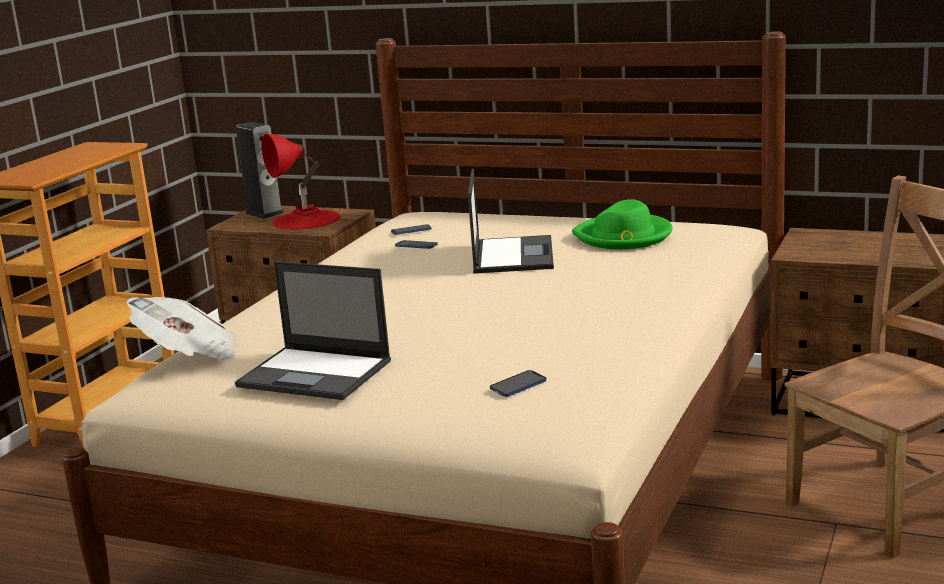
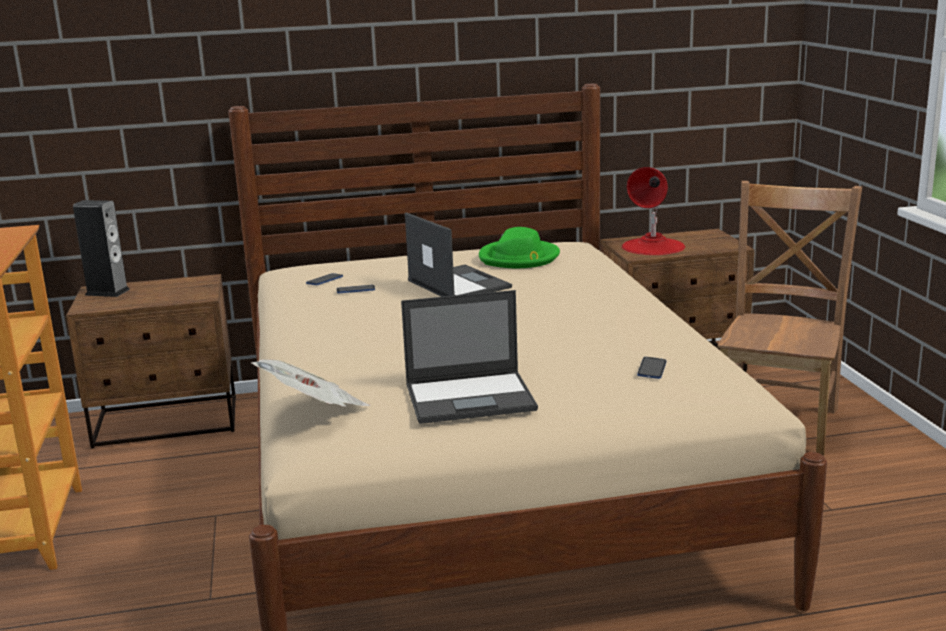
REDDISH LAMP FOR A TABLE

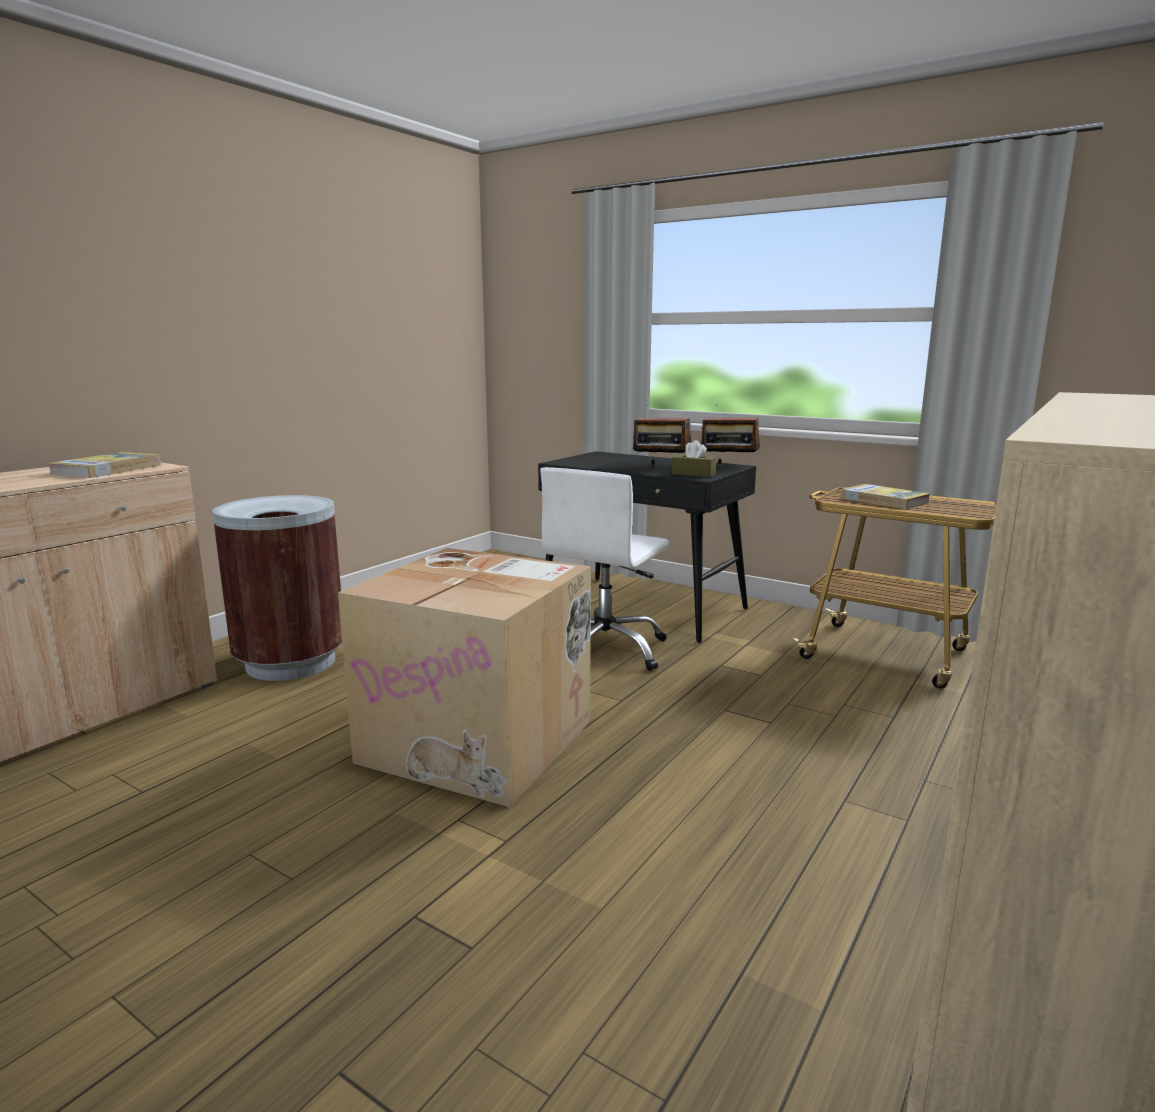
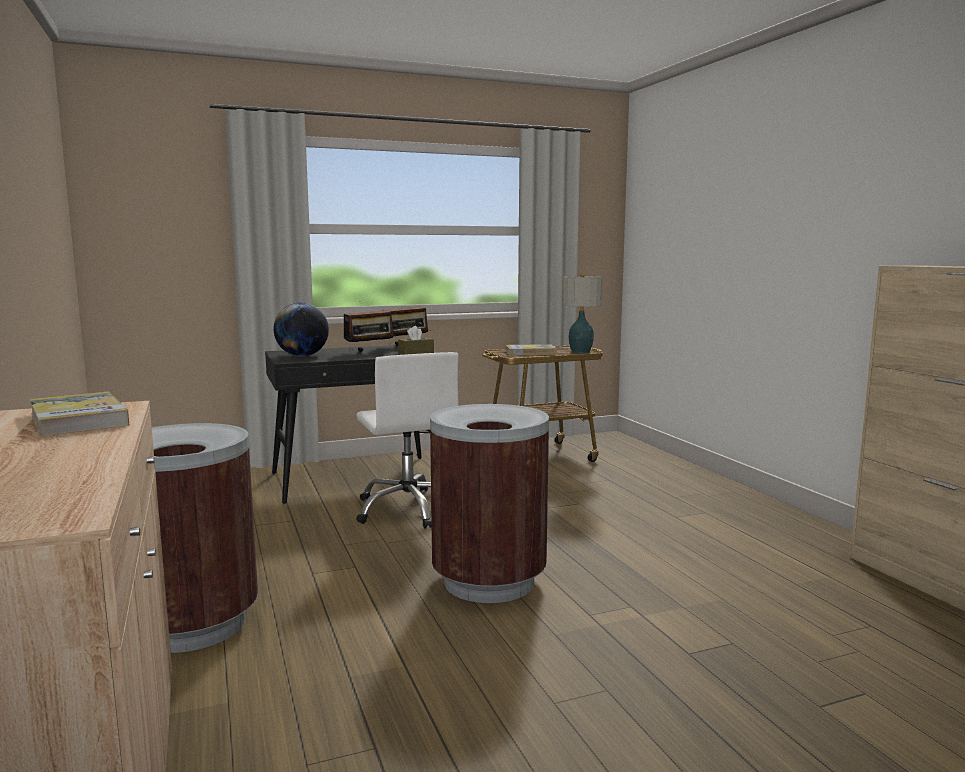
GLOBE
LAMP FOR A TABLE
BROWNISH TRASH CAN (no. 2 from left)

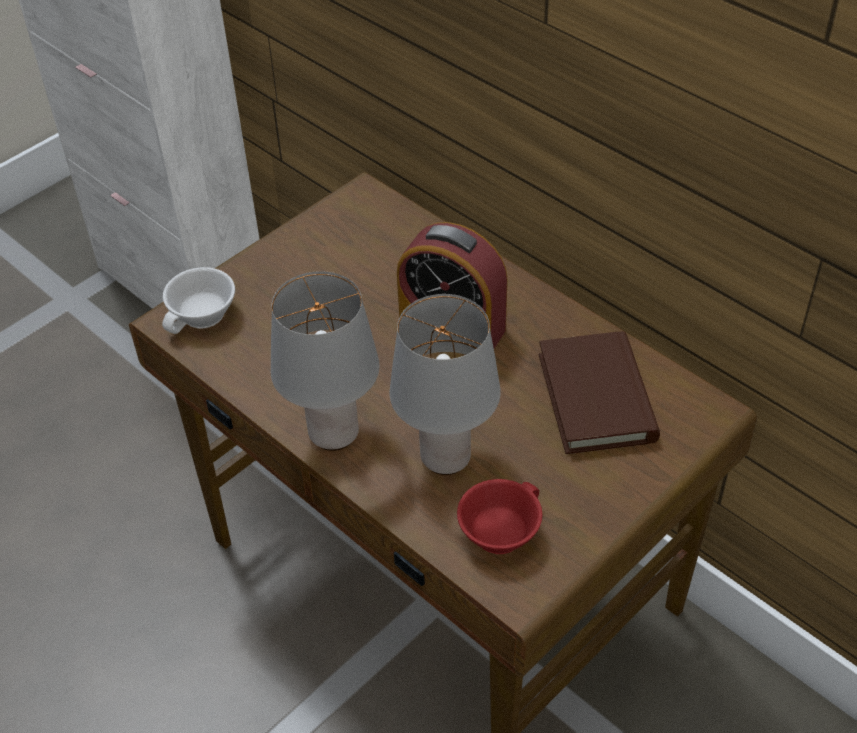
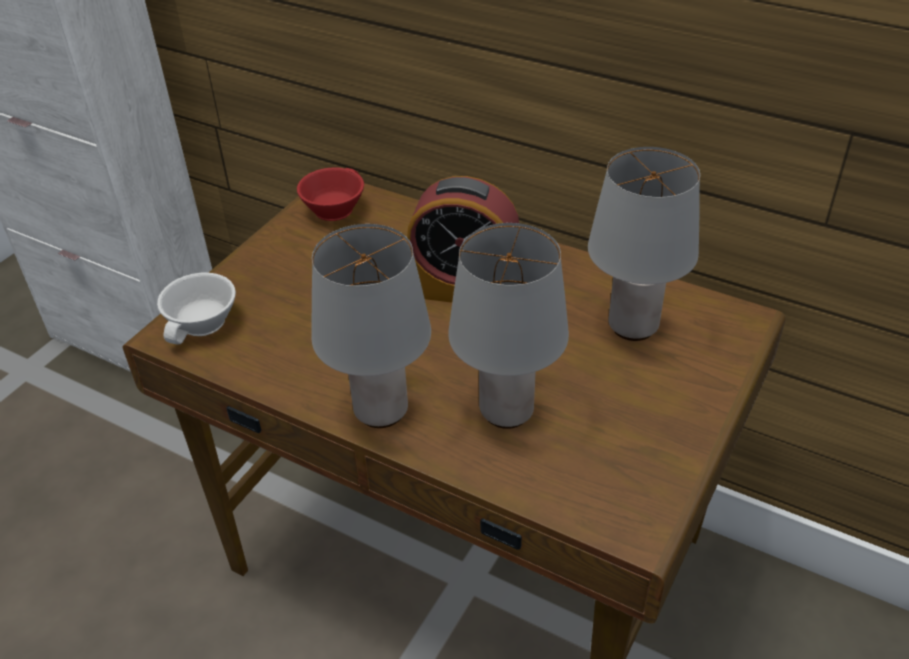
REDDISH CUP
GREYISH LAMP FOR A TABLE (no. 3 from left)

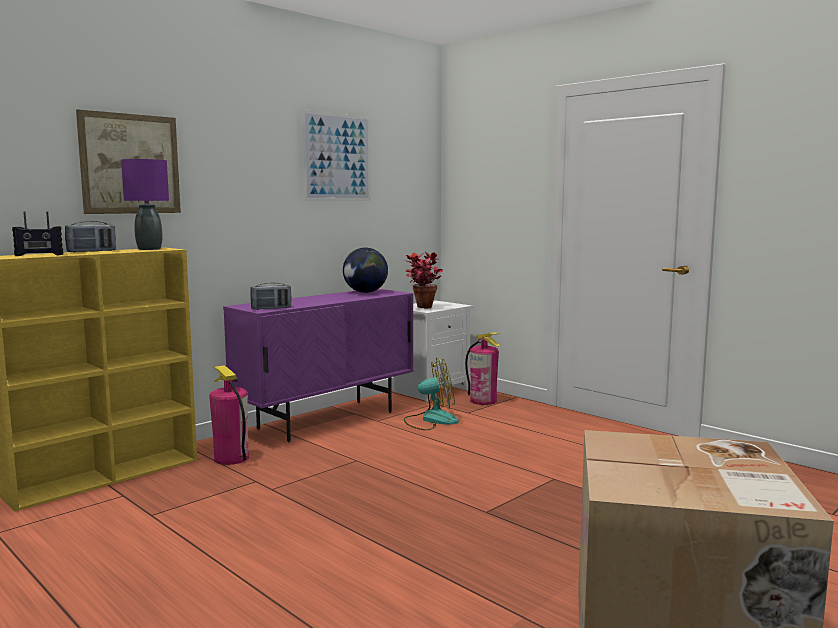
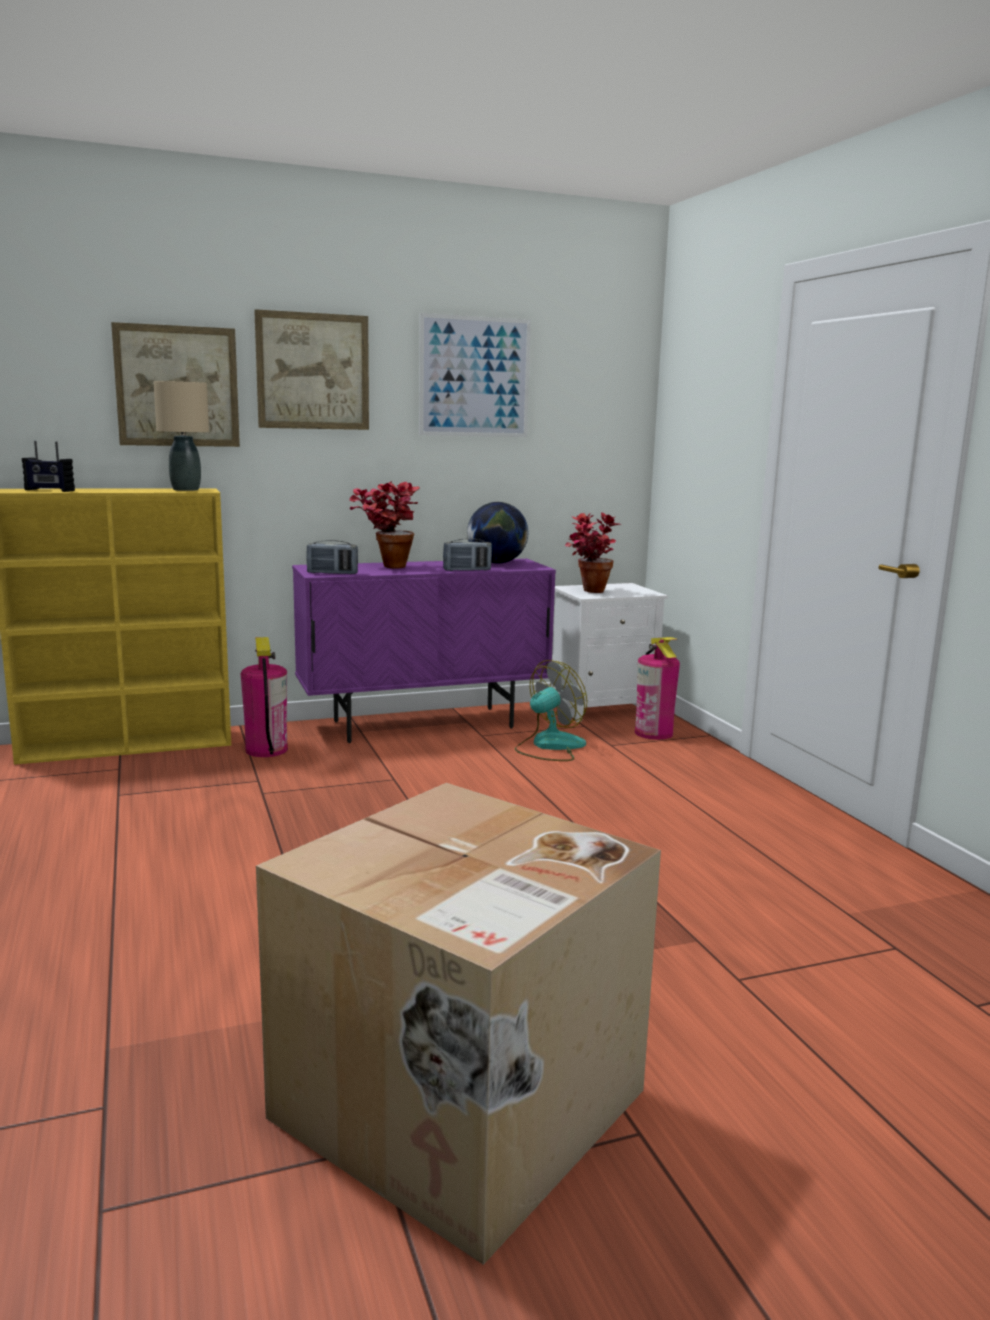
WALL PICTURE (no. 2 from left)
HOUSEPLANT (no. 1 from left)
RADIO SET (no. 3 from left)
SAND-COLOURED LAMP FOR A TABLE
ELECTRIC FAN

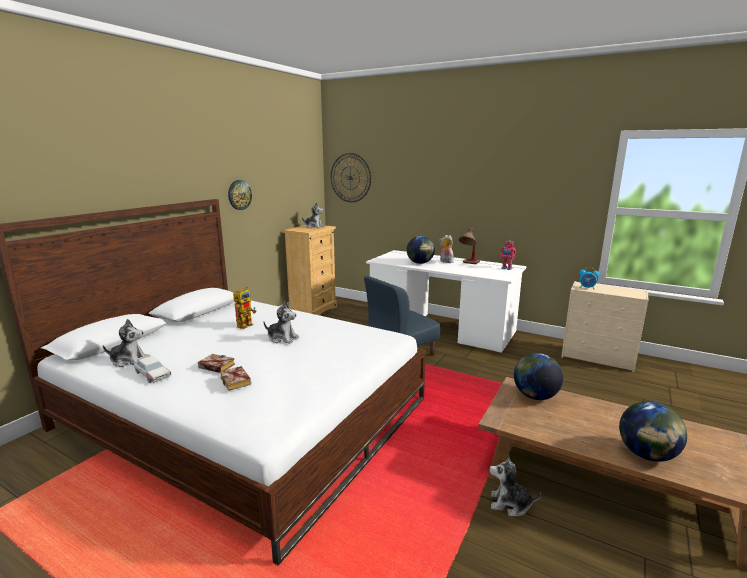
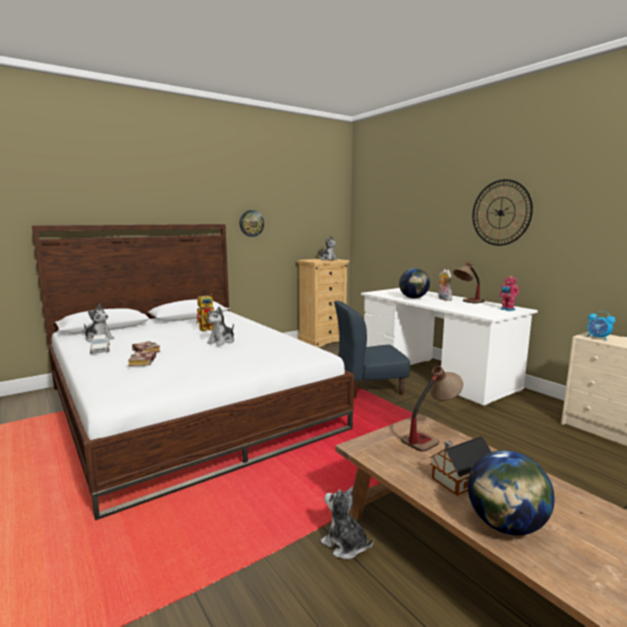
TOY HOUSE
WALL CLOCK (no. 2 from left)
LAMP FOR A TABLE (no. 1 from left)
CUDDLY TOY (no. 2 from left)

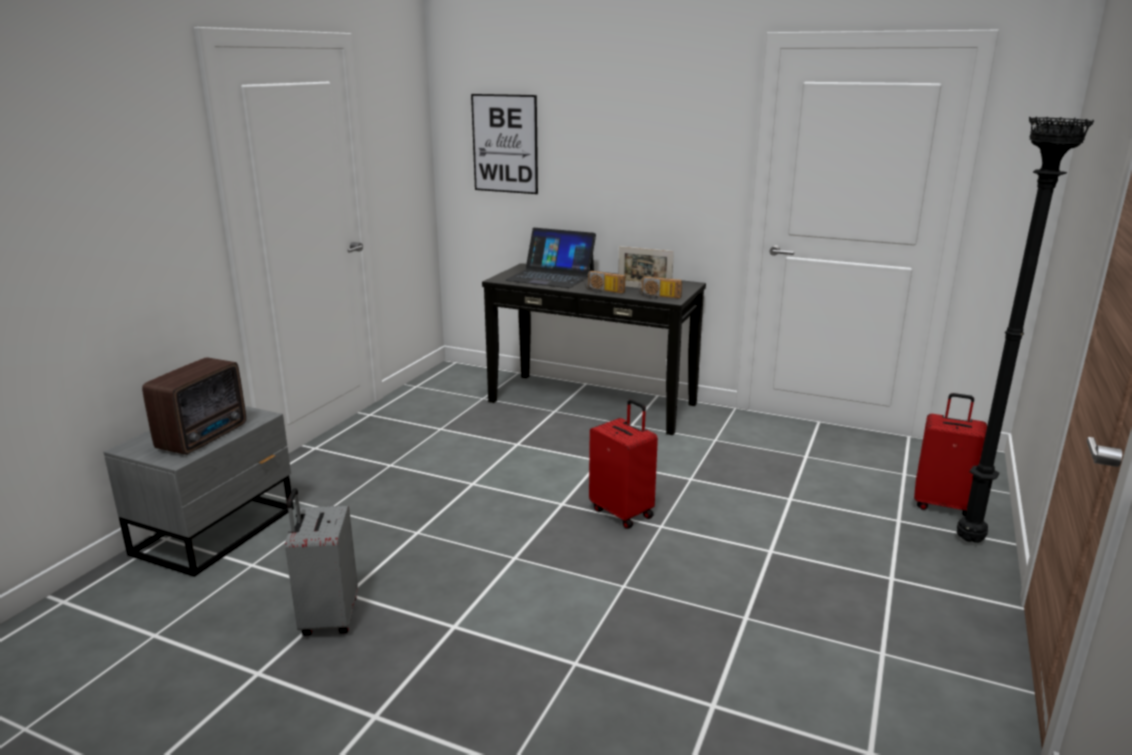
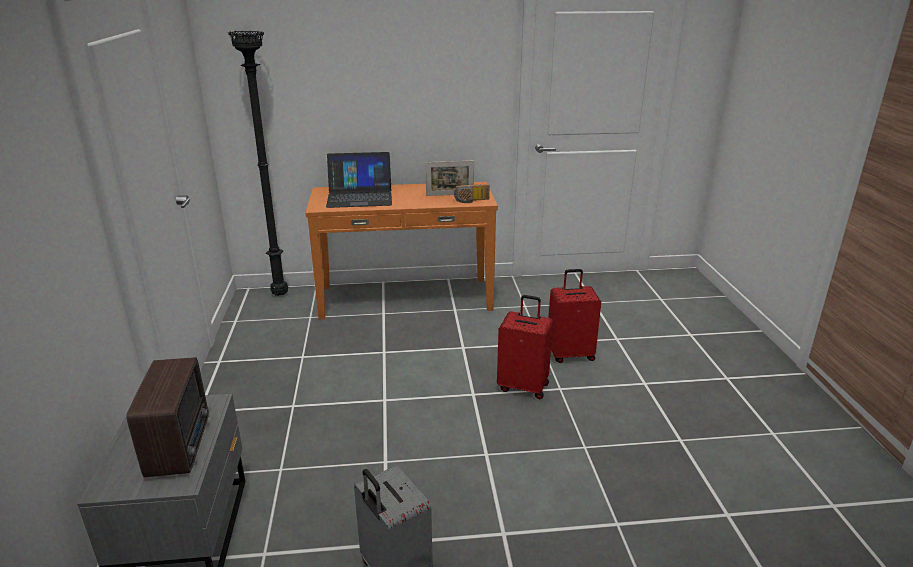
WALL PICTURE
RADIO SET (no. 2 from left in the first image)
REDDISH PIECE OF LUGGAGE (no. 2 from left)
BLACKISH STANDARD LAMP
ORANGEY HALL TABLE

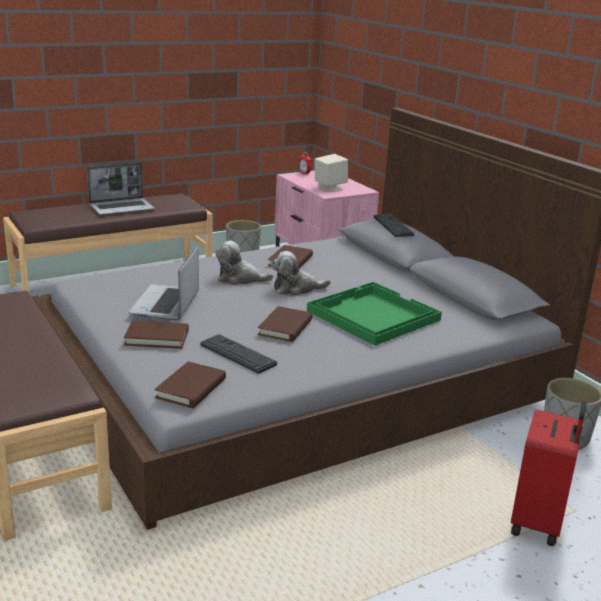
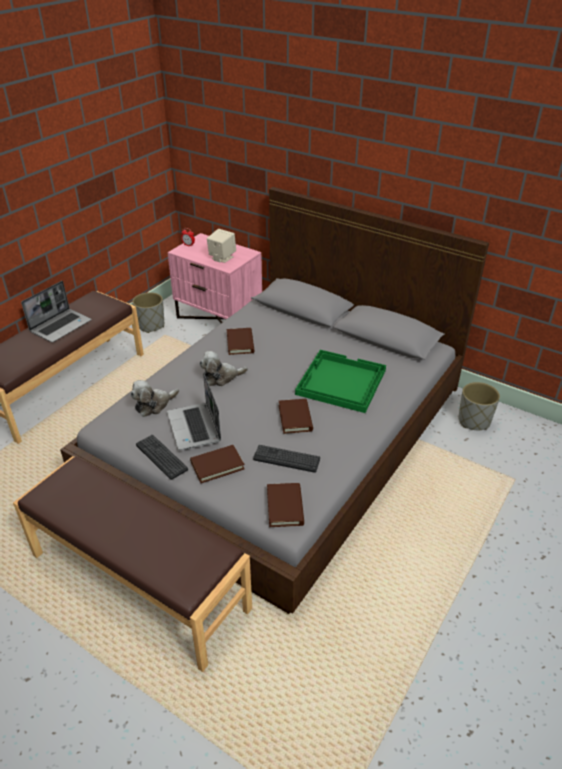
REDDISH PIECE OF LUGGAGE
CUDDLY TOY (no. 1 from left)
COMPUTER KEYBOARD (no. 1 from left)

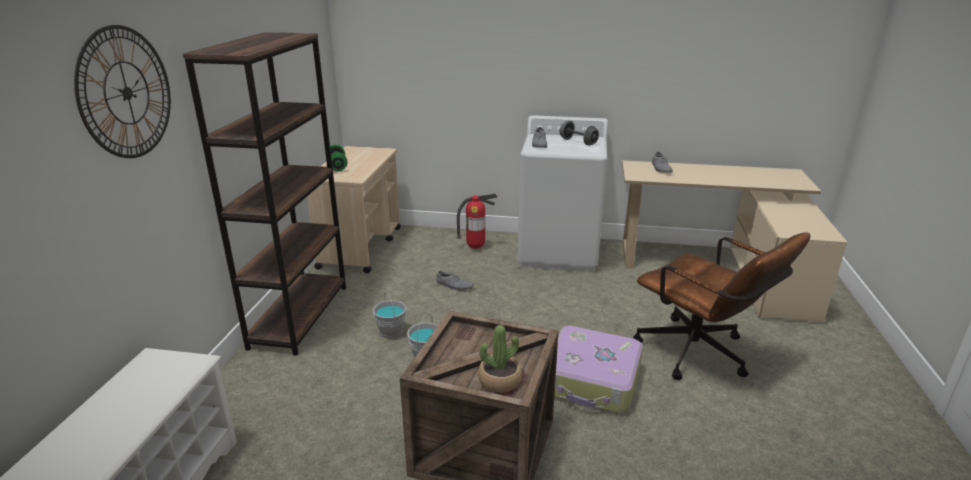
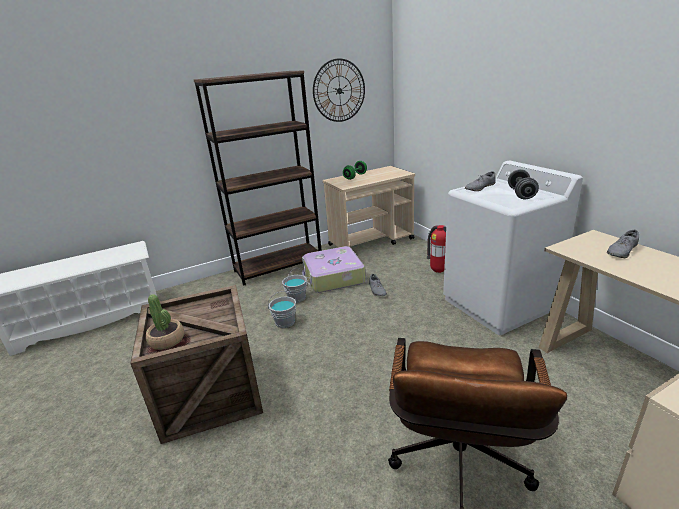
WALL CLOCK
PIECE OF LUGGAGE

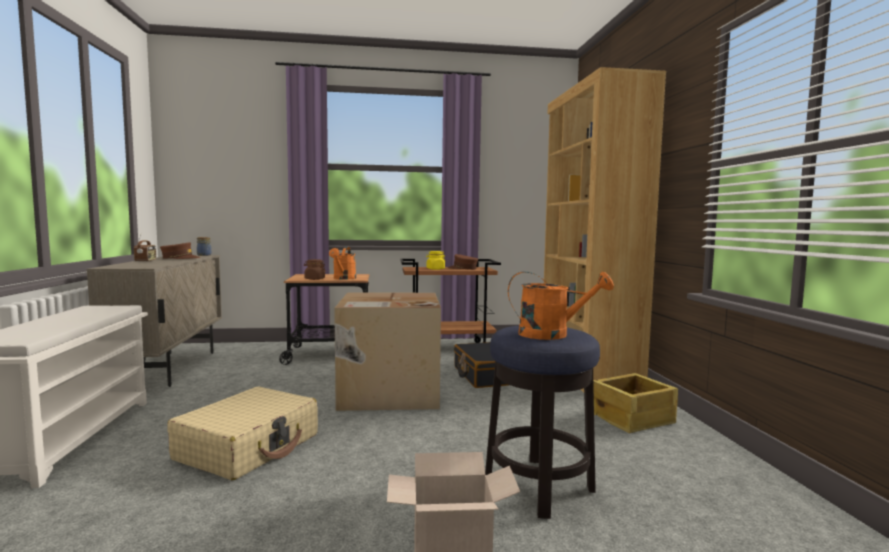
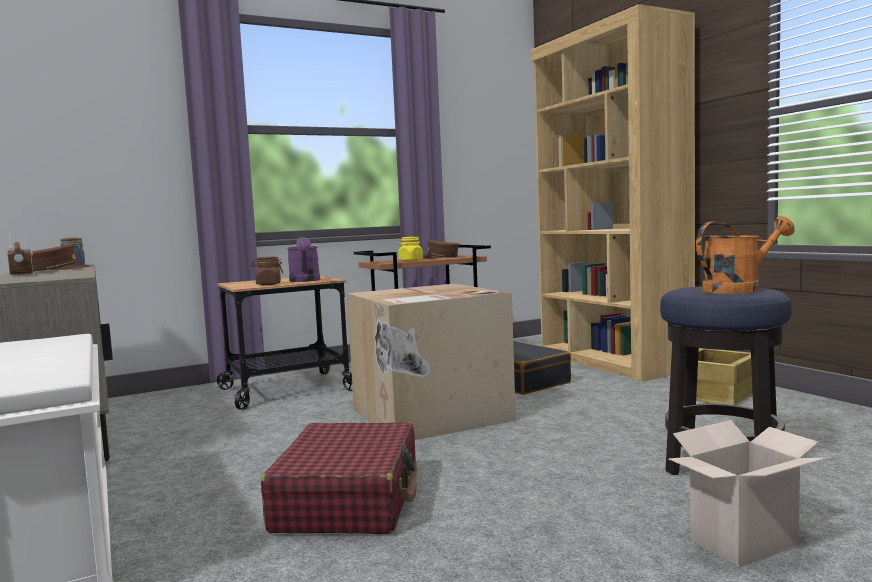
REDDISH PIECE OF LUGGAGE
PURPLISH SPRINKLING CAN

